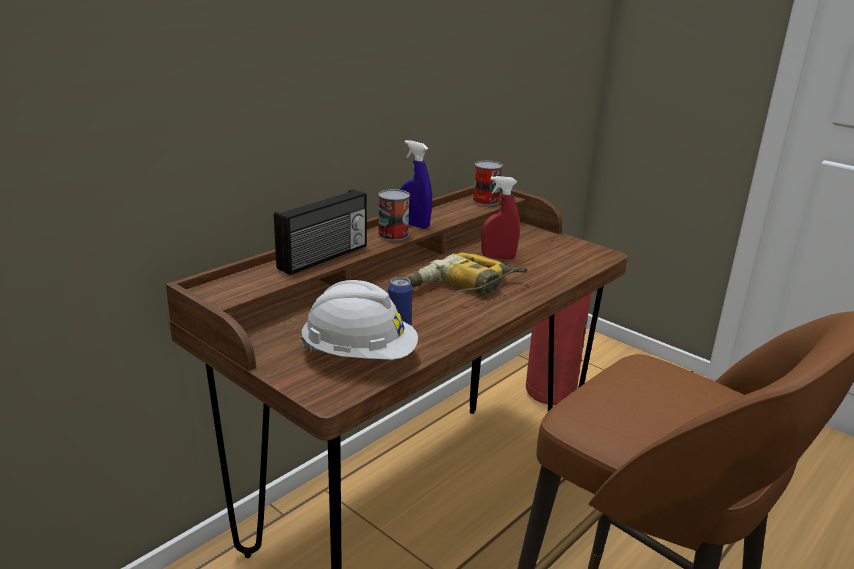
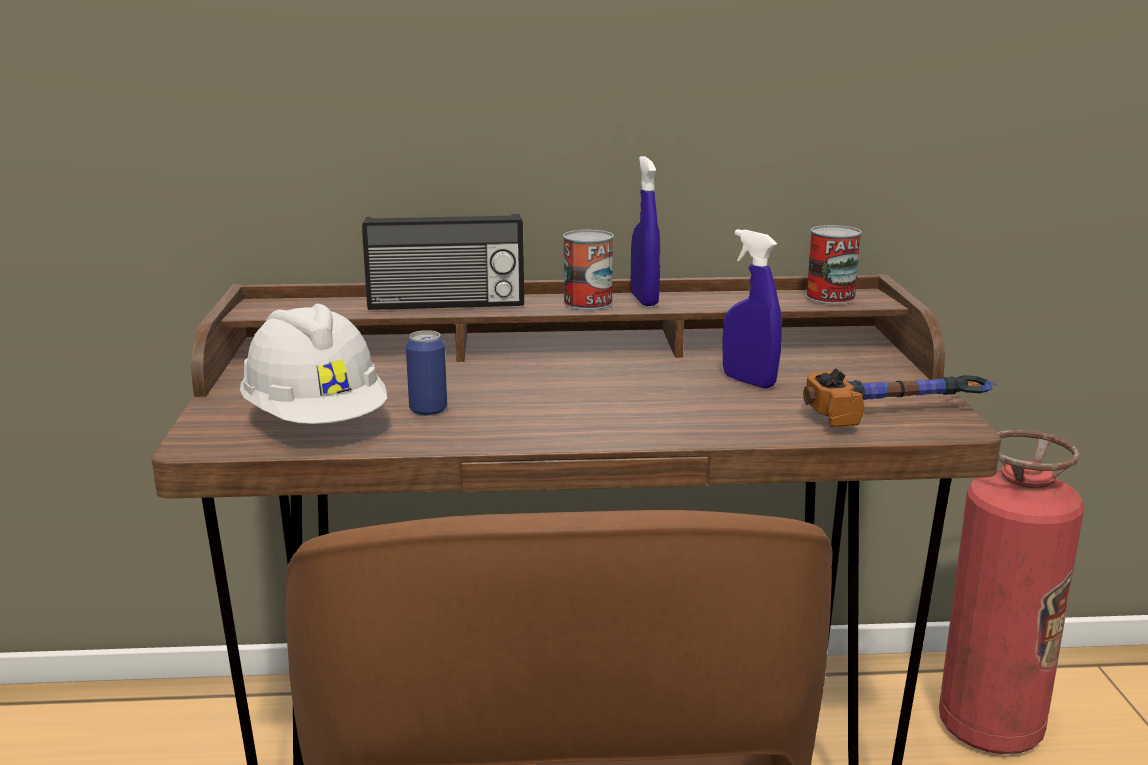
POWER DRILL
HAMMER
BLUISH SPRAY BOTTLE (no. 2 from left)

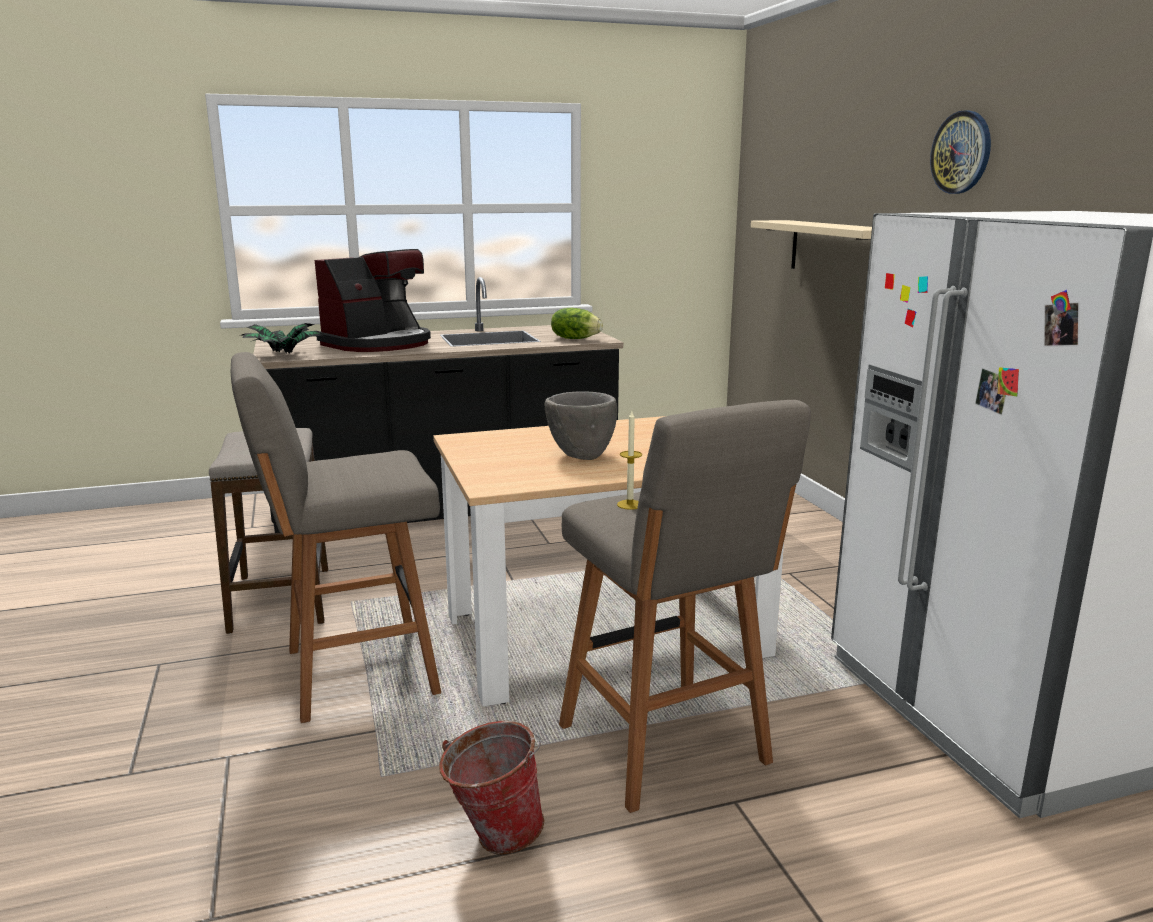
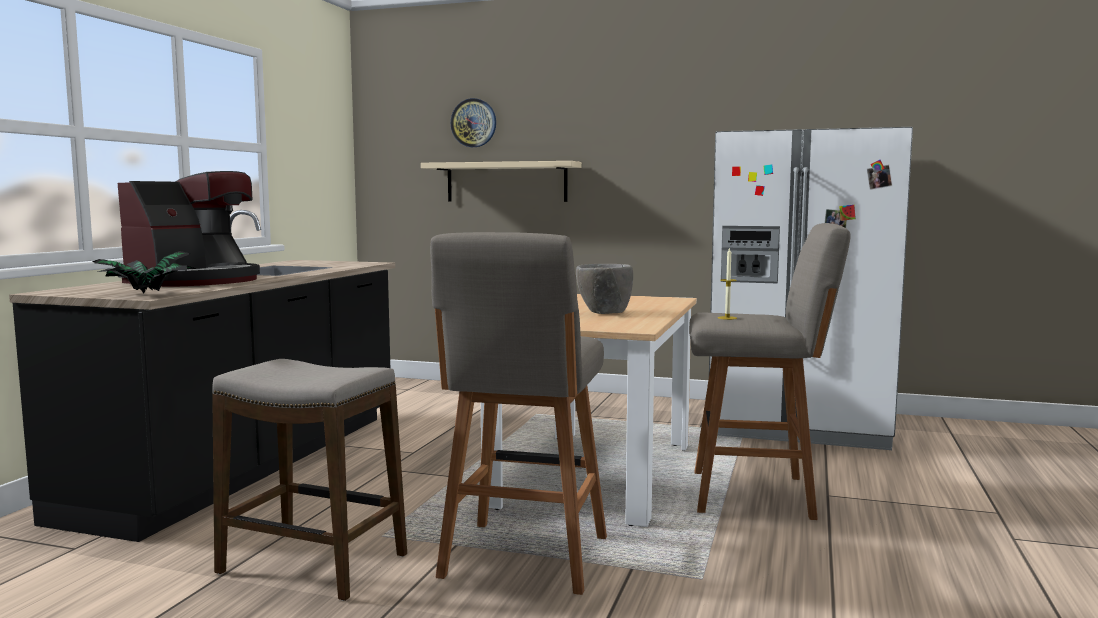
PAIL
LETTUCE
WALL CLOCK
COFFEE BREWER

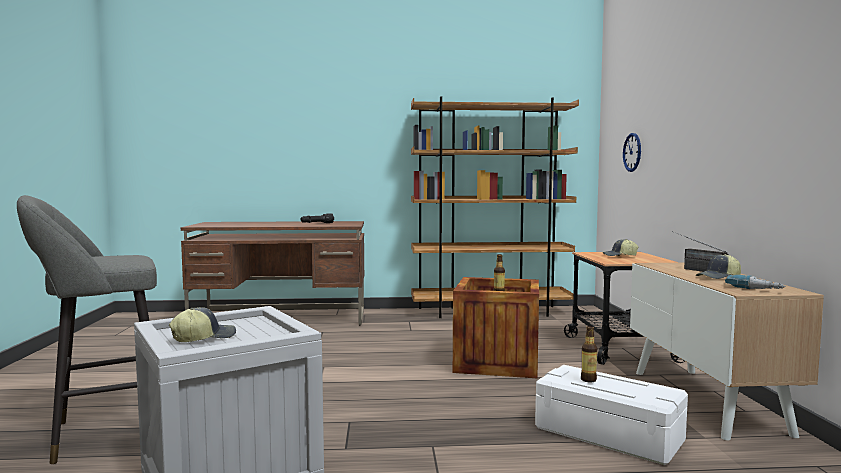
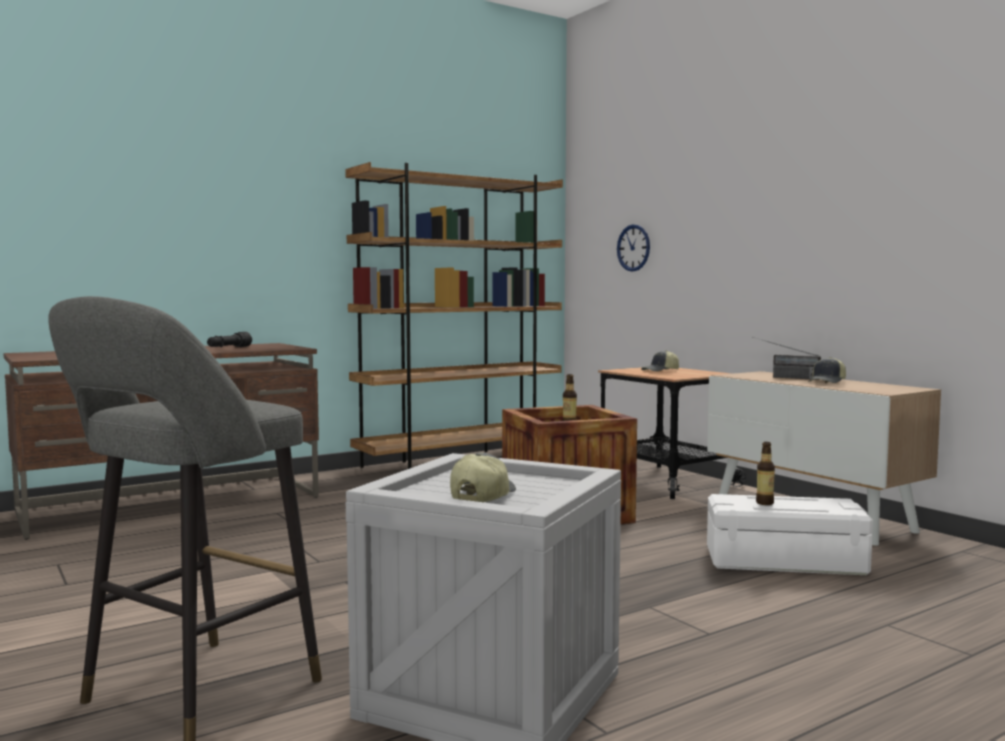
POWER DRILL

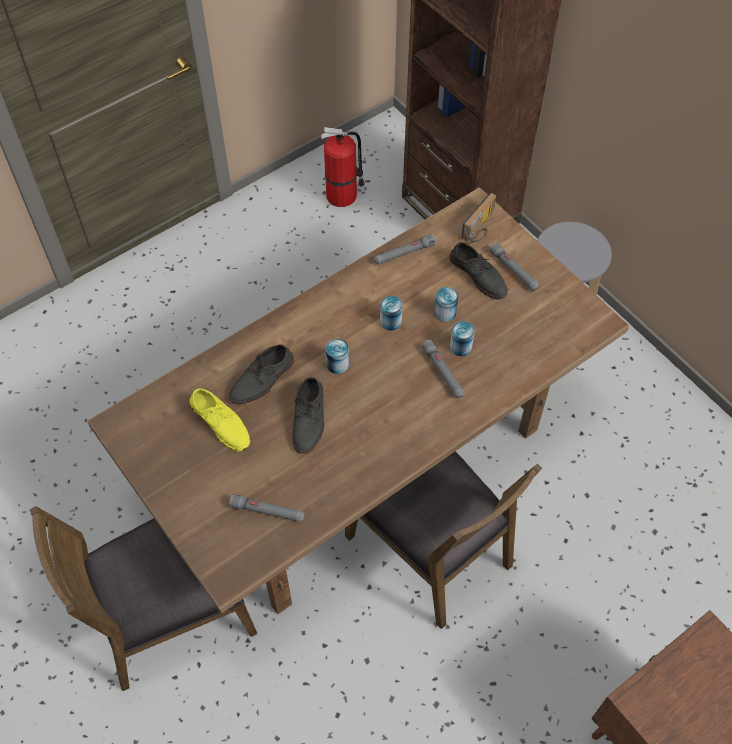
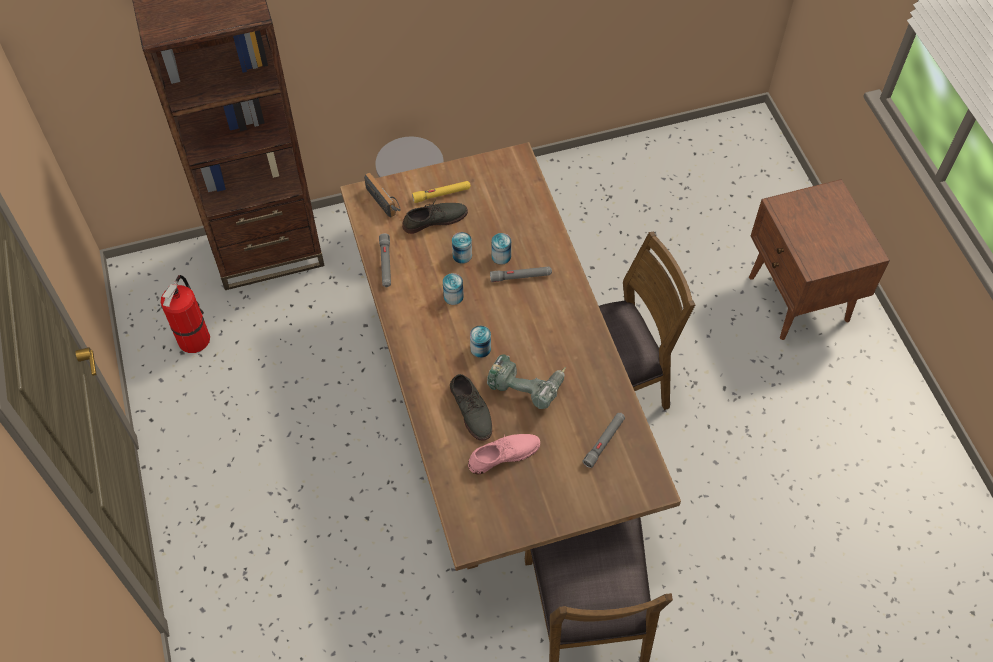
POWER DRILL
PINKISH ITEM OF FOOTWEAR
YELLOWISH HAND TORCH

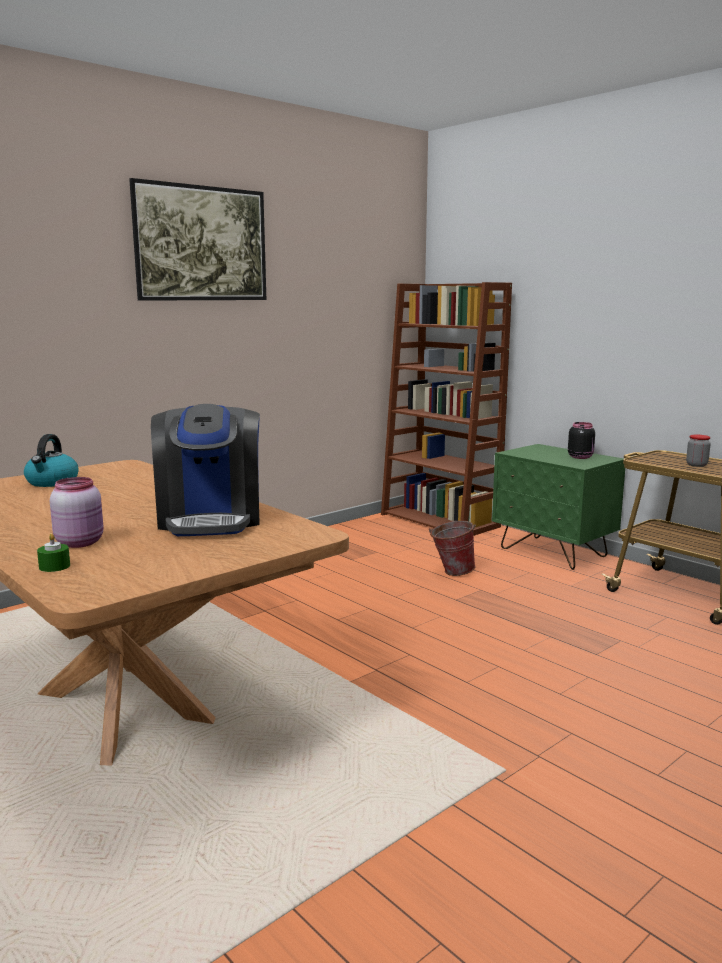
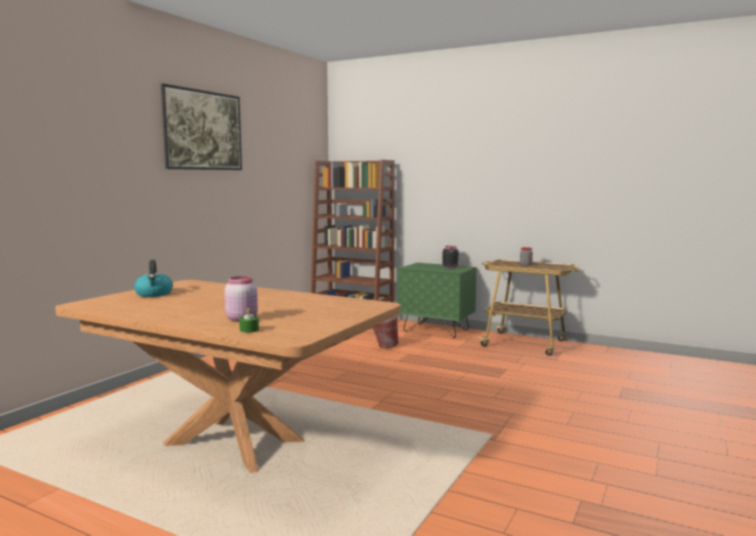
COFFEE BREWER

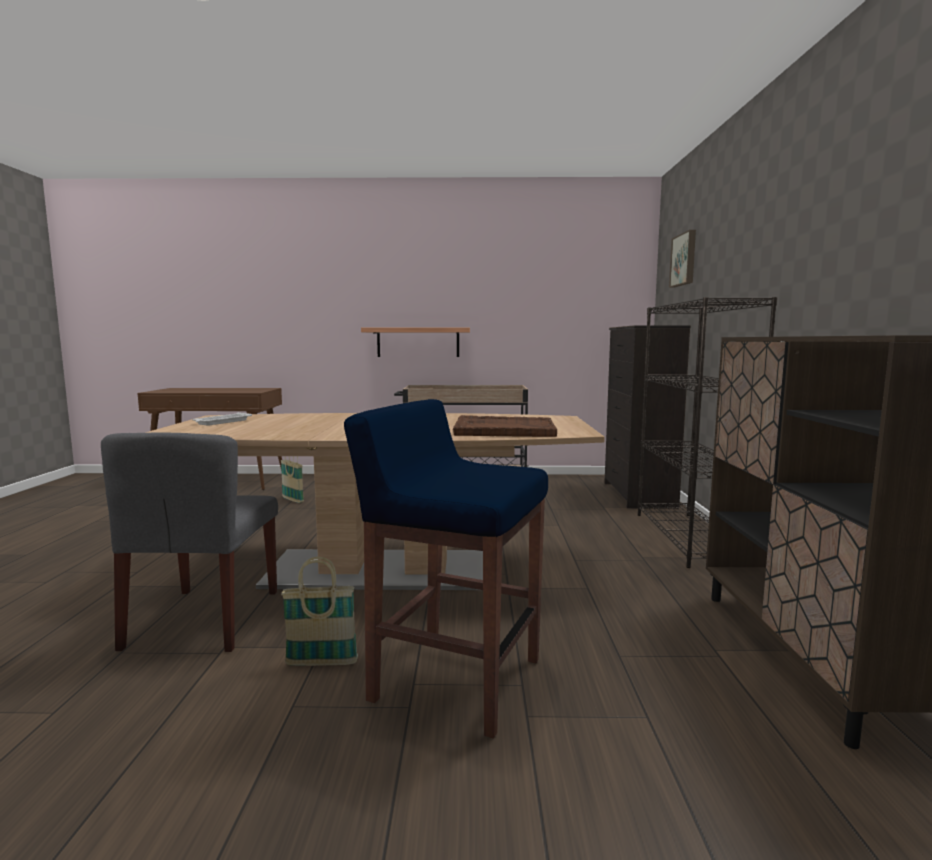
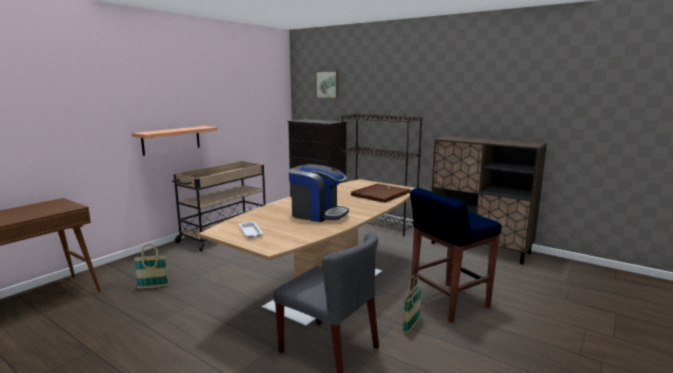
COFFEE BREWER

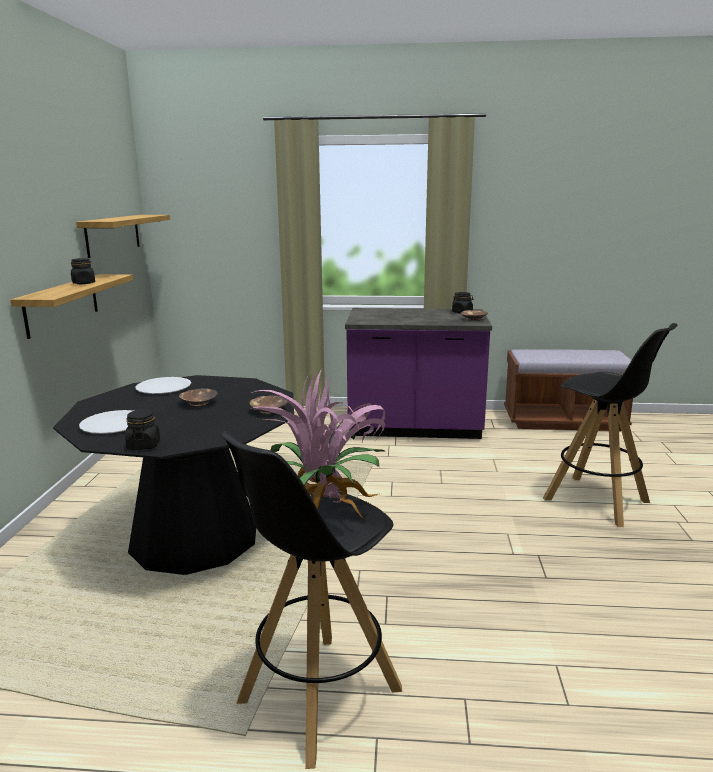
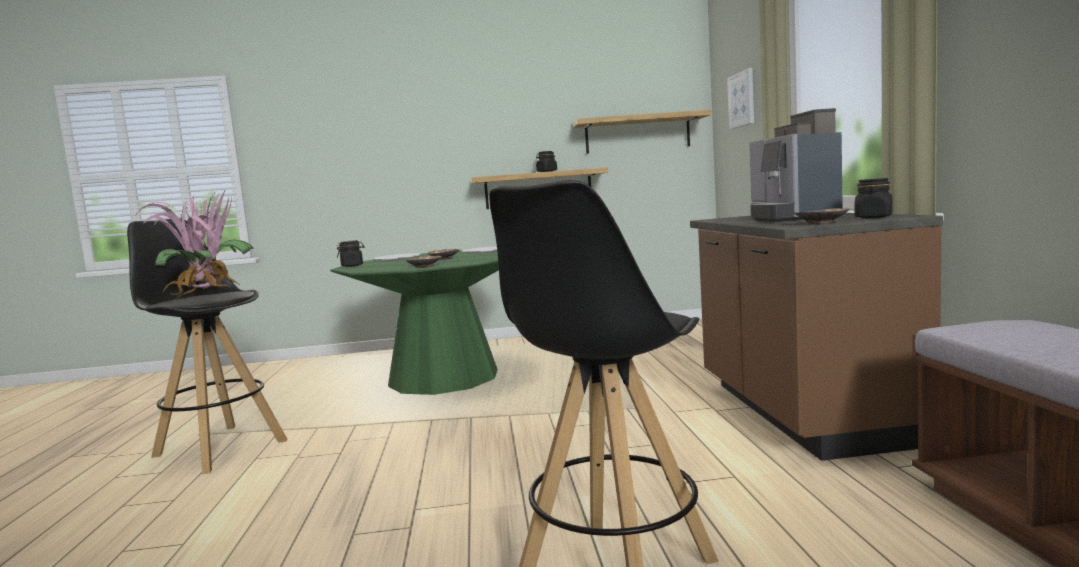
WALL PICTURE
COFFEE BREWER
GREEN DINING TABLE
BROWNISH COUNTER

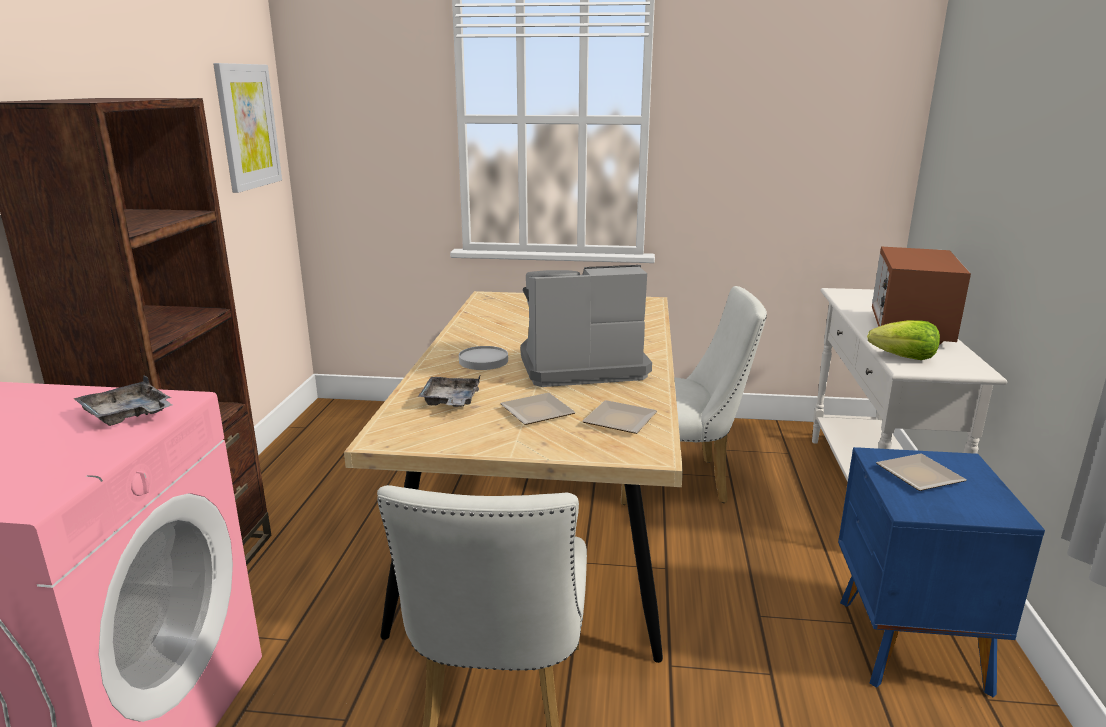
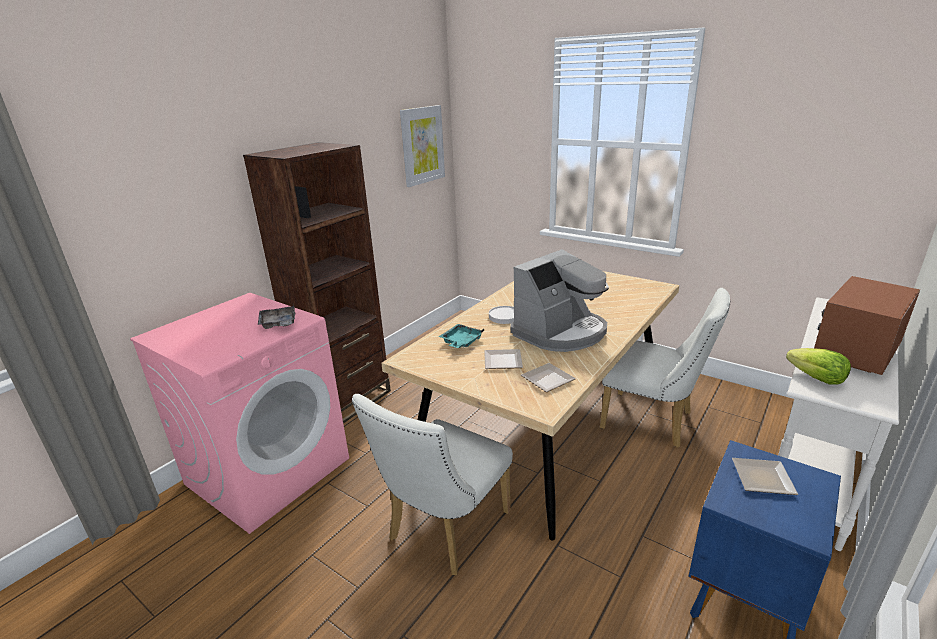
TURQUOISE-COLOURED CARRYING TRAY
COFFEE BREWER

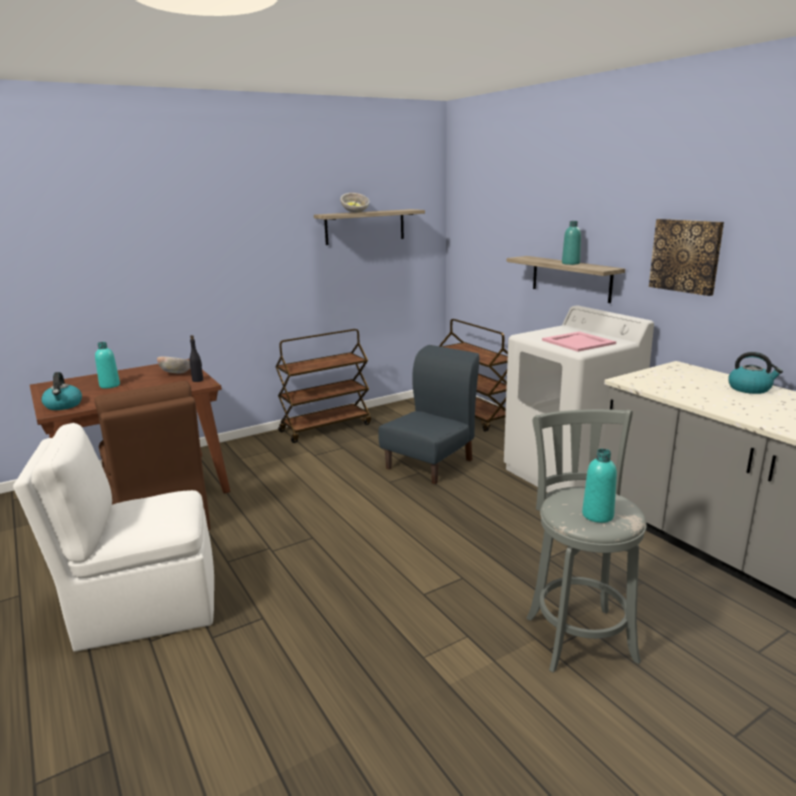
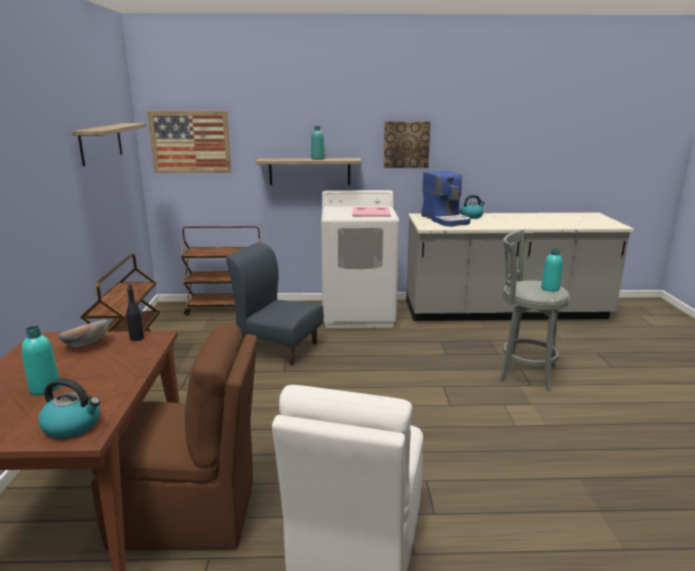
DEEP DISH (no. 2 from left in the first image)
WALL PICTURE (no. 1 from left)
COFFEE BREWER
BLUISH UPRIGHT CHAIR

